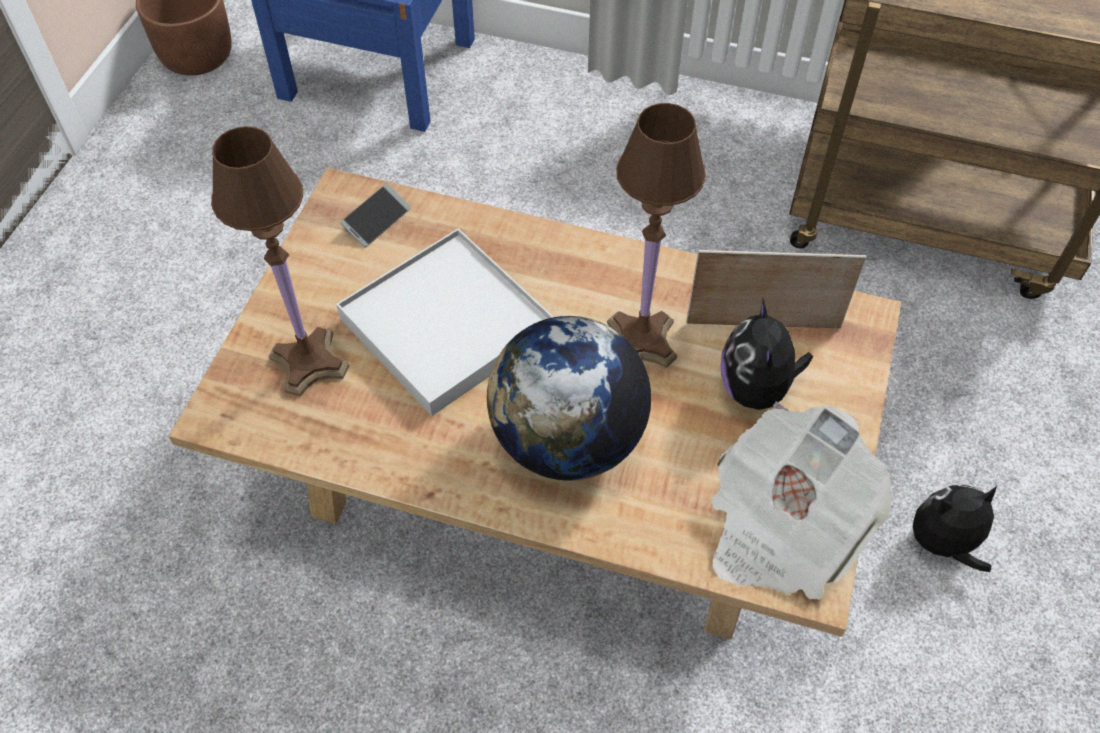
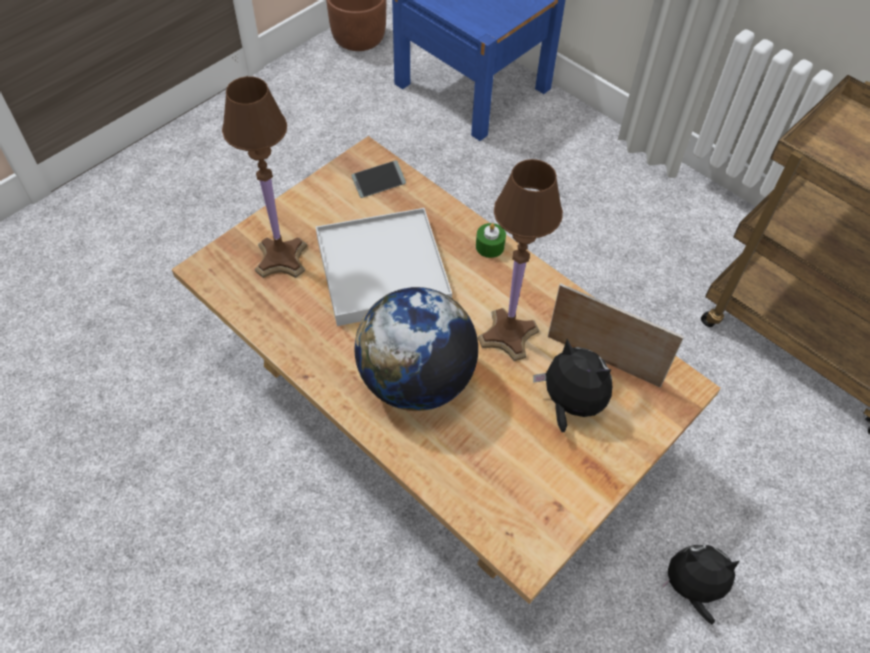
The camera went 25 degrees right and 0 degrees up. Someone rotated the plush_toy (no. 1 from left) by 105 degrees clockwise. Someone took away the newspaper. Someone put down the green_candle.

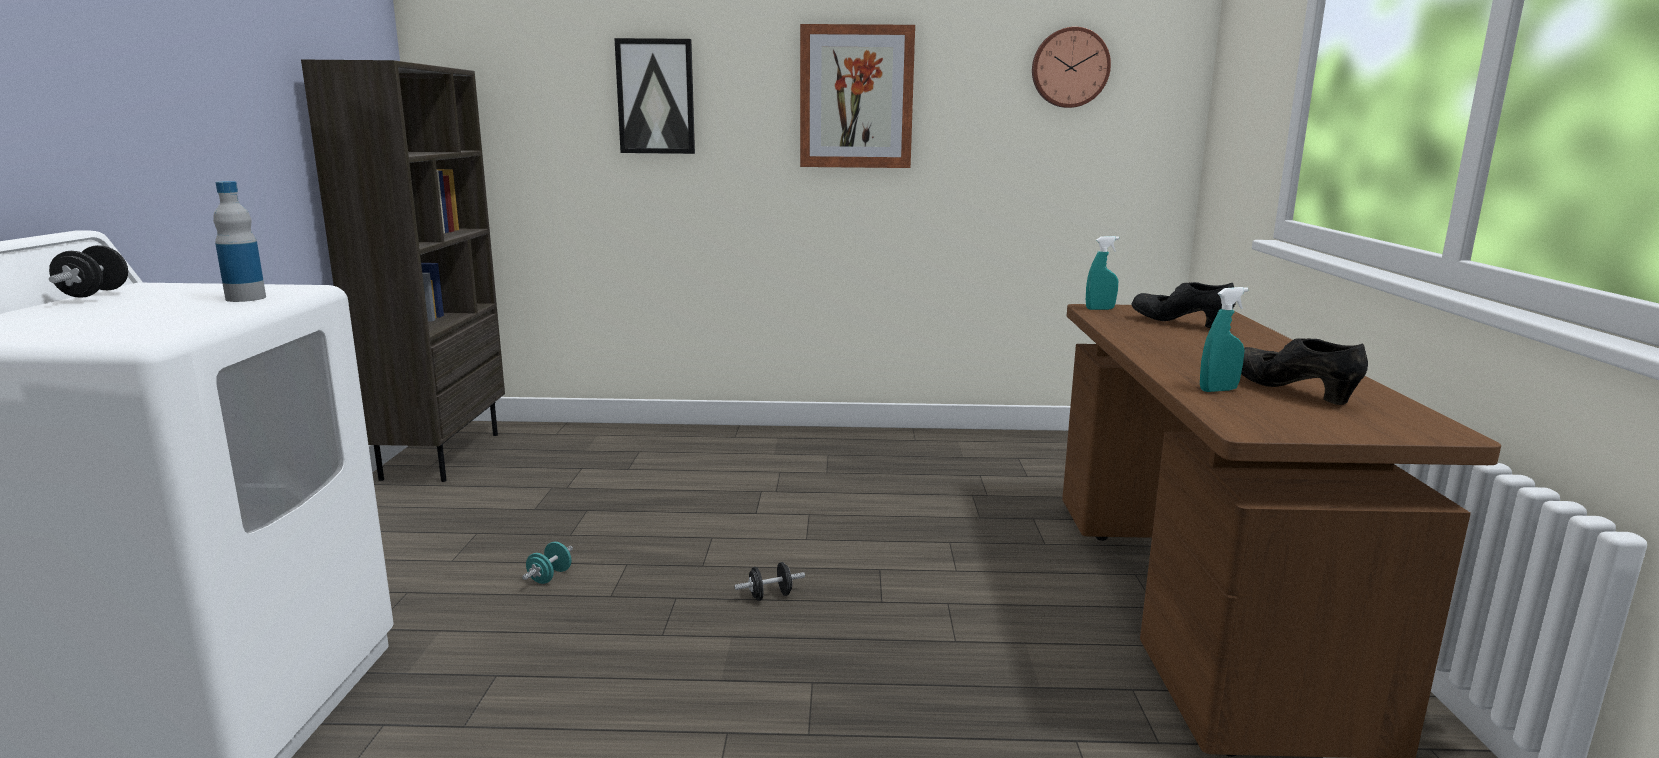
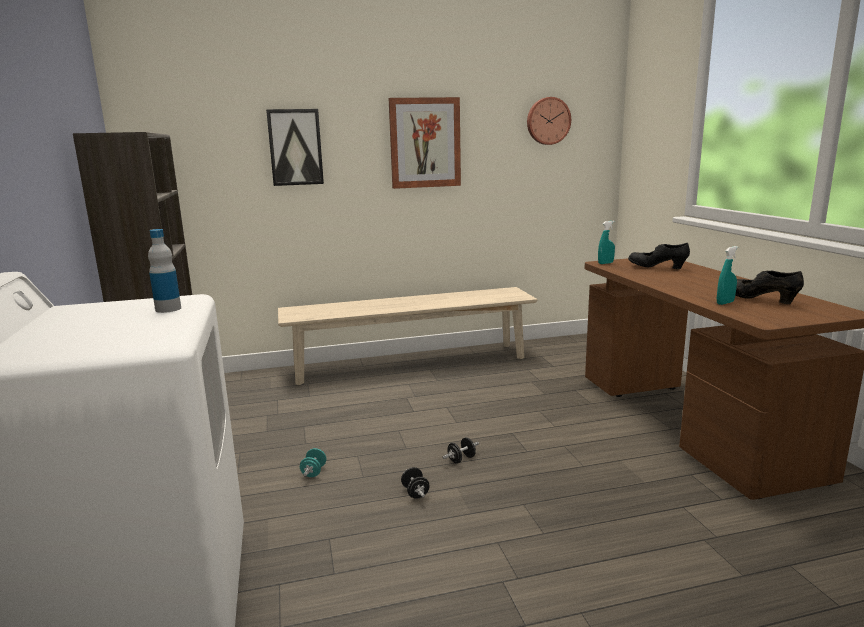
The camera went 15 degrees left and 0 degrees up. Someone carried the black_dumbbell (no. 1 from left). Someone put down the beige_bench.

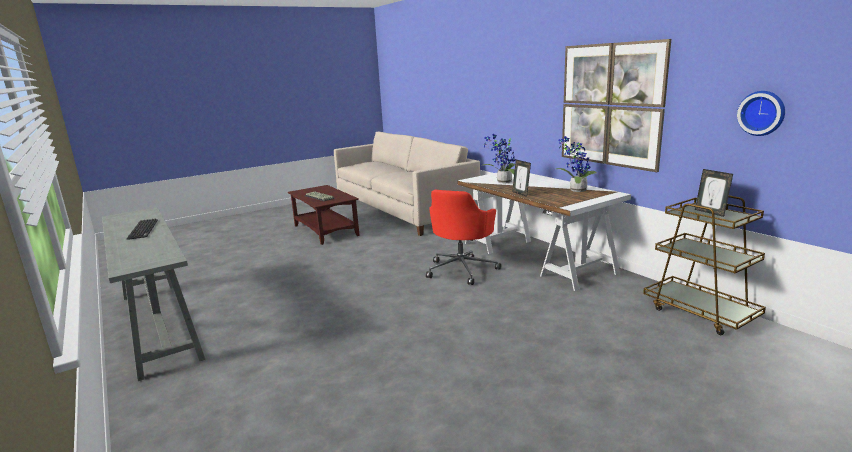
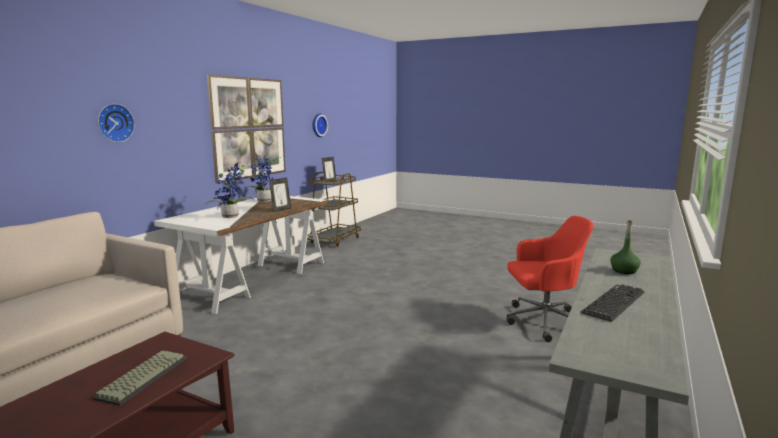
The camera went 120 degrees left and 5 degrees down. Someone carried the red_office_chair. Someone put up the wall_clock (no. 1 from left). Someone put down the green_bottle.

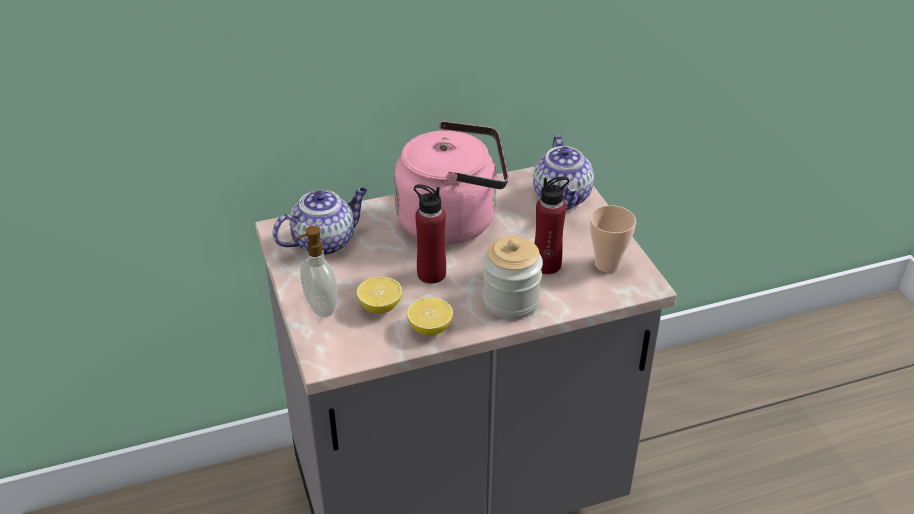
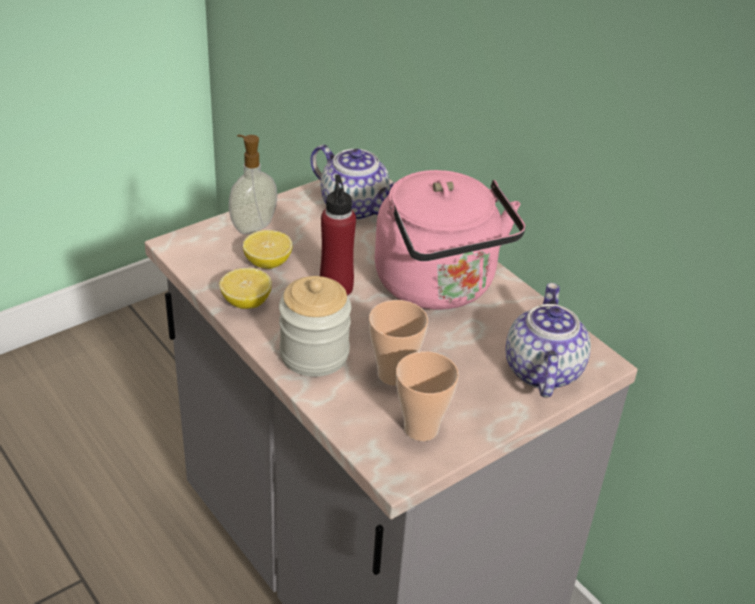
The camera went 70 degrees right and 0 degrees up. Someone rotated the teapot (no. 2 from left) by 120 degrees clockwise. Someone swapped the red_bottle (no. 2 from left) for the cup (no. 1 from left).

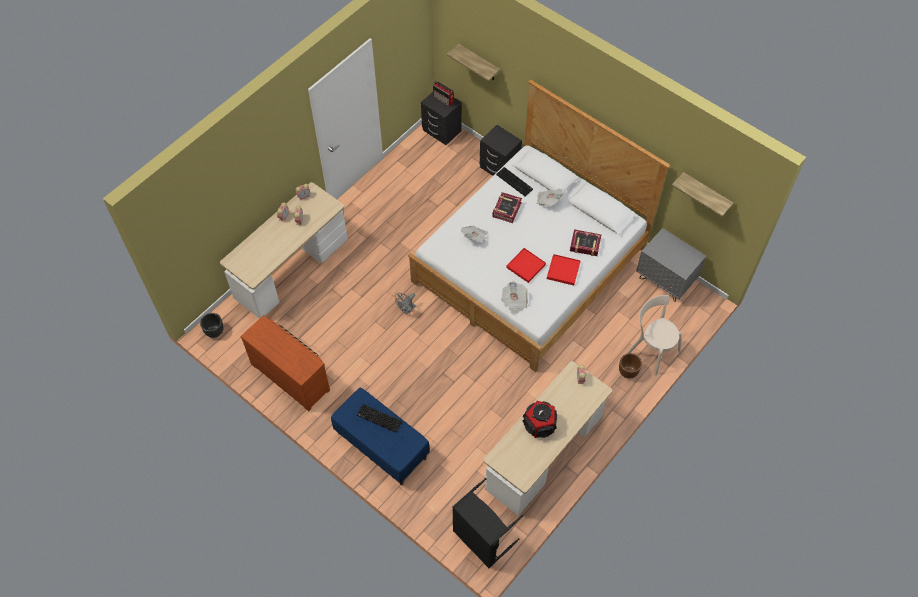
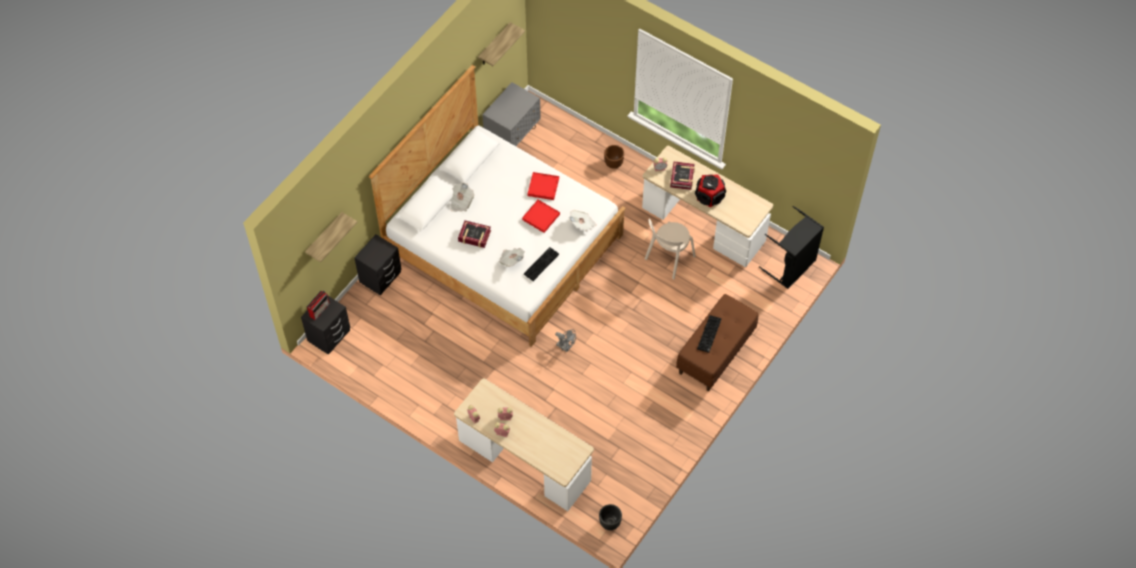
The camera went 95 degrees left and 0 degrees up. Someone carried the keyboard (no. 2 from left in the first image). Someone carried the book (no. 2 from left). Someone carried the beige_chair. Someone took away the brown_dresser. Someone repainted the blue_bench, which became the brown_bench.

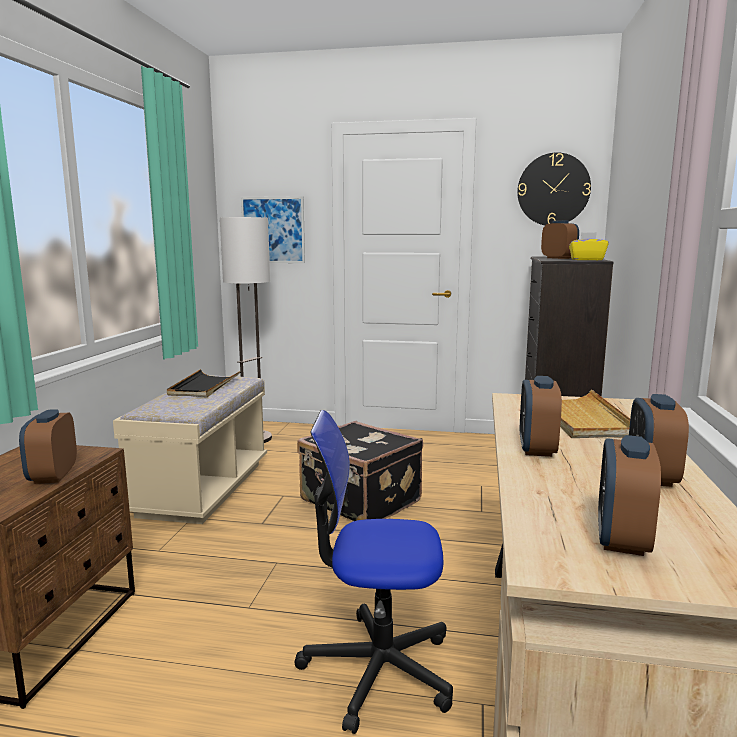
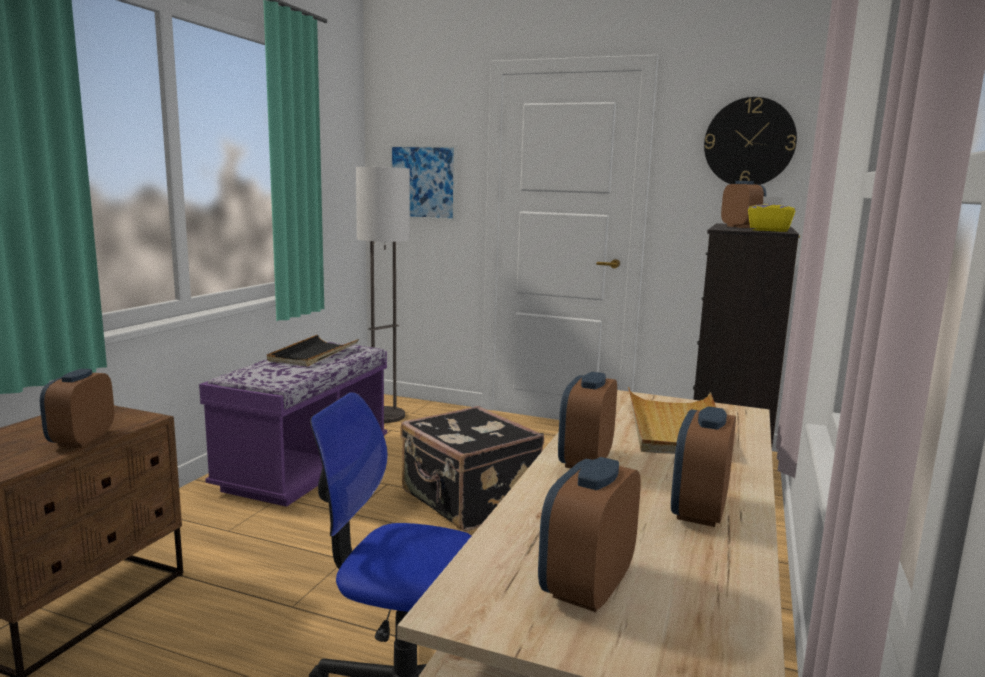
The camera went 10 degrees right and 0 degrees up. Someone repainted the beige_bench, which became the purple_bench.

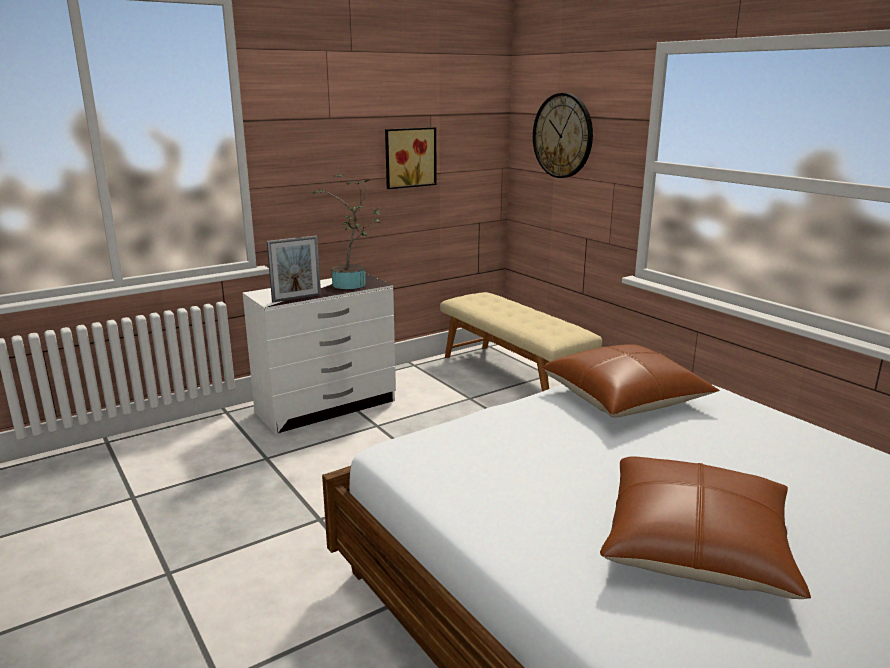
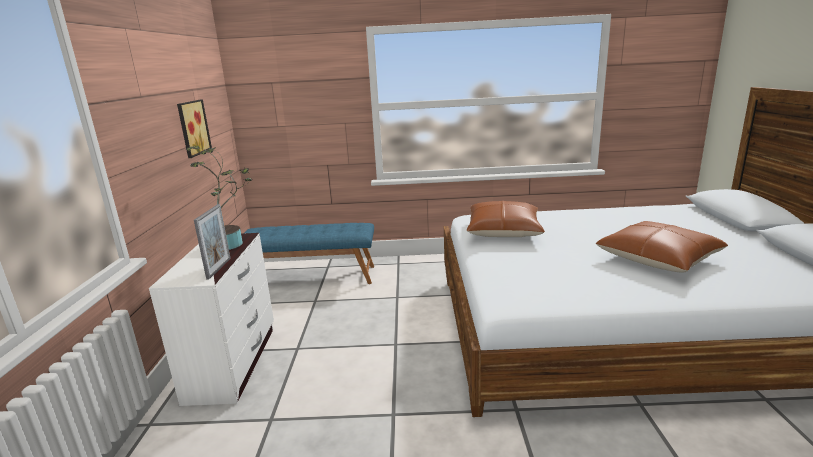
The camera went 55 degrees left and 0 degrees up. Someone took away the wall_clock. Someone repainted the beige_bench, which became the blue_bench.

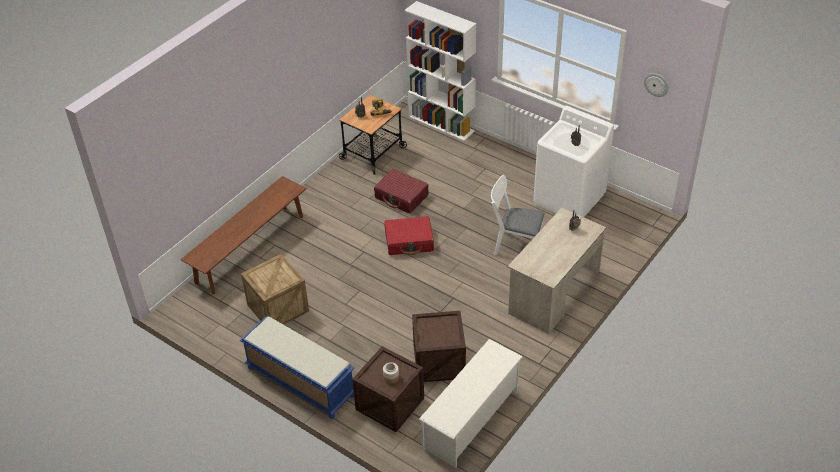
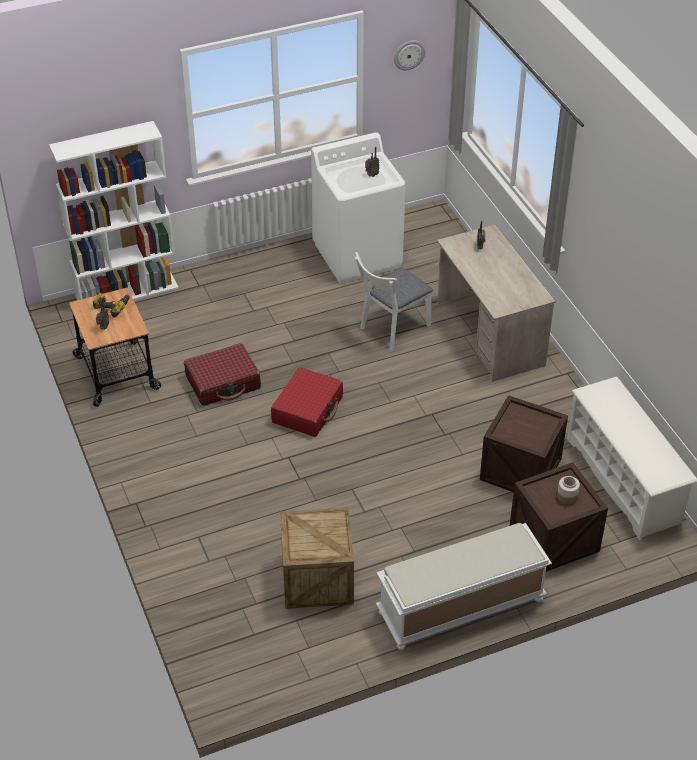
The camera went 60 degrees left and 0 degrees up. Someone took away the brown_bench. Someone repainted the blue_bench, which became the white_bench.

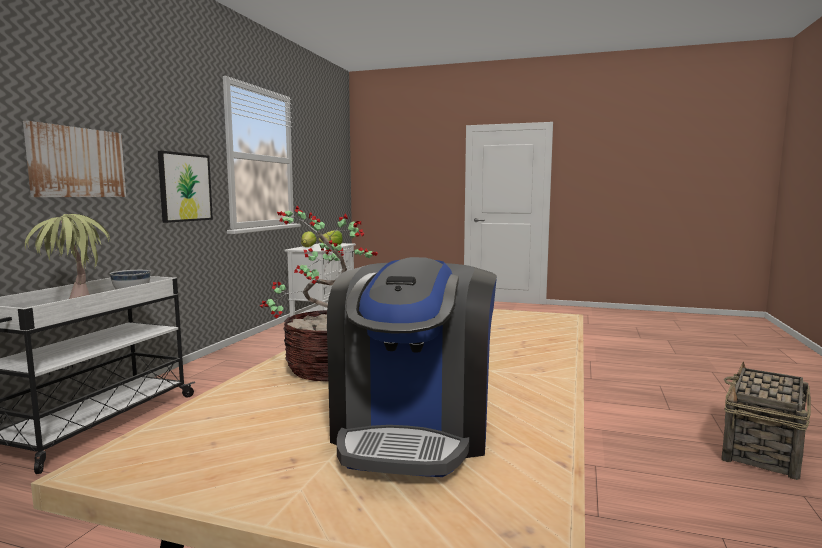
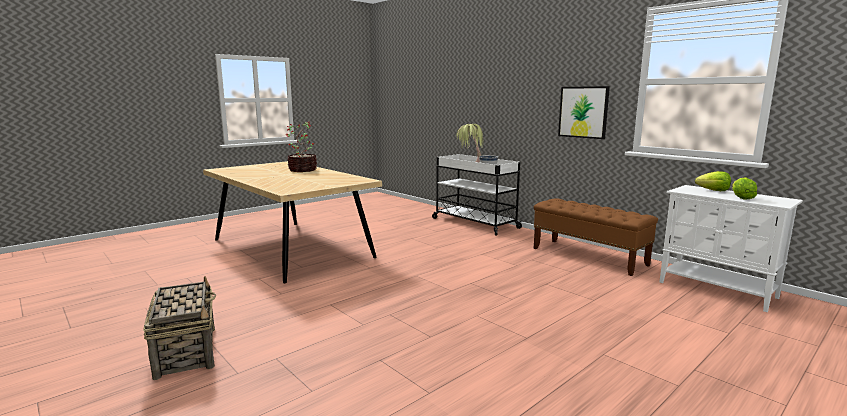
The camera went 120 degrees right and 5 degrees up. Someone took away the picture (no. 1 from left). Someone took away the coffee_machine. Someone put down the brown_bench.

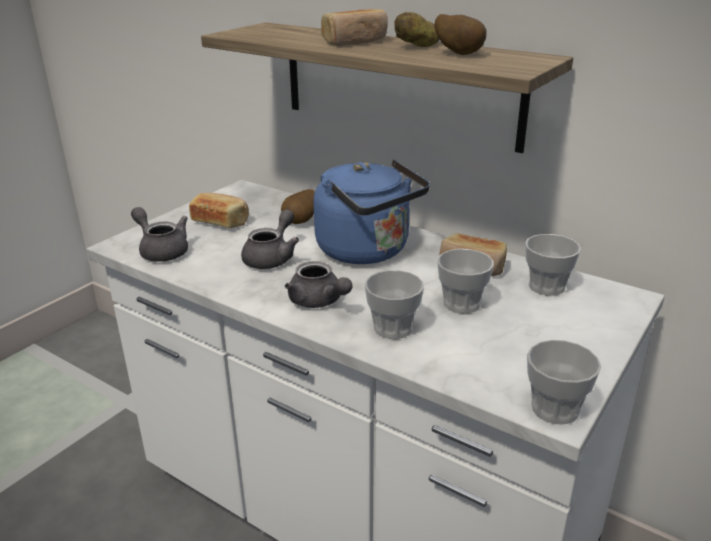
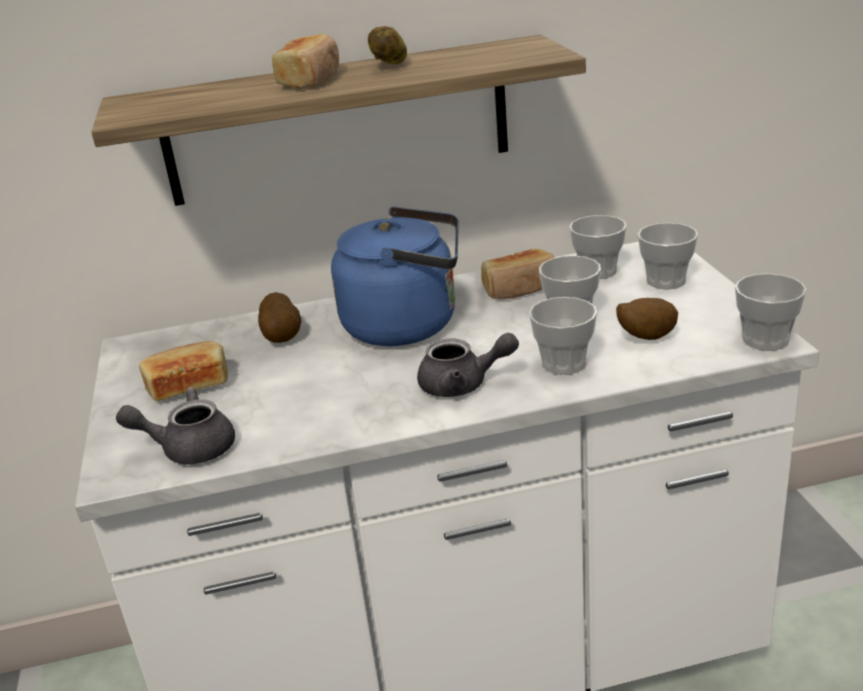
The camera went 45 degrees left and 0 degrees up. Someone carried the potato (no. 3 from left). Someone took away the grey_teapot (no. 2 from left). Someone put down the cup (no. 4 from left).

